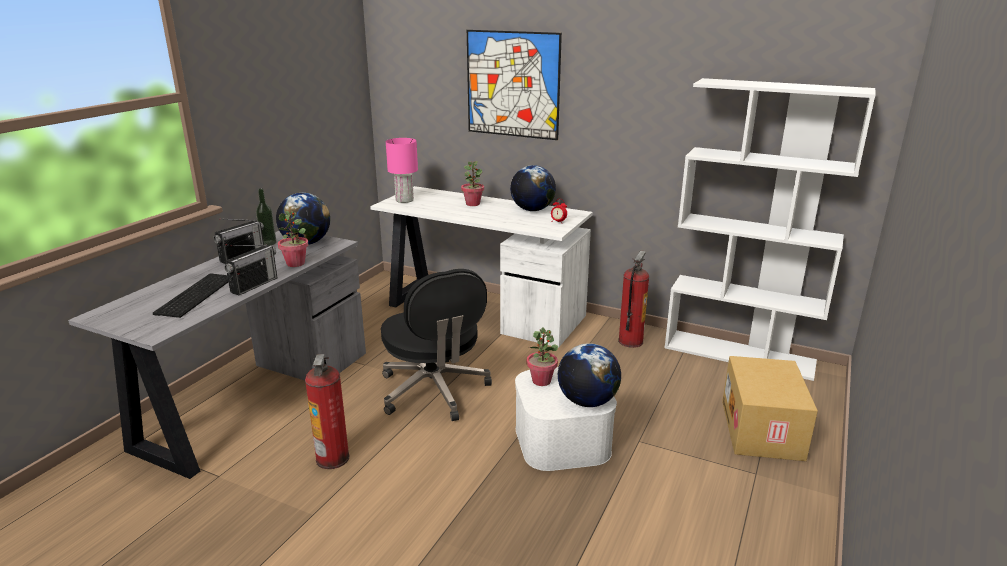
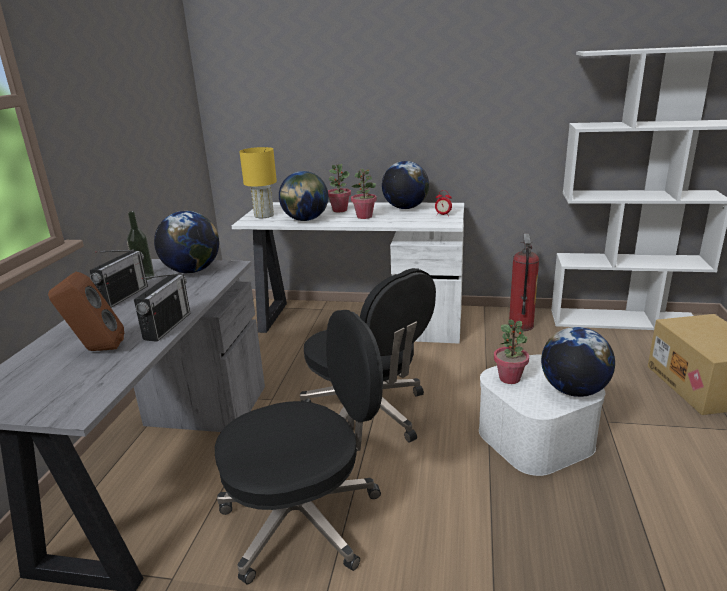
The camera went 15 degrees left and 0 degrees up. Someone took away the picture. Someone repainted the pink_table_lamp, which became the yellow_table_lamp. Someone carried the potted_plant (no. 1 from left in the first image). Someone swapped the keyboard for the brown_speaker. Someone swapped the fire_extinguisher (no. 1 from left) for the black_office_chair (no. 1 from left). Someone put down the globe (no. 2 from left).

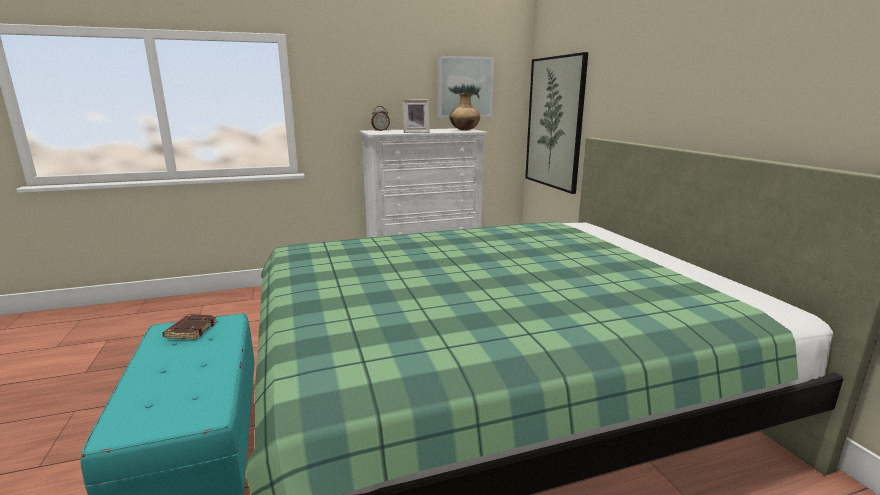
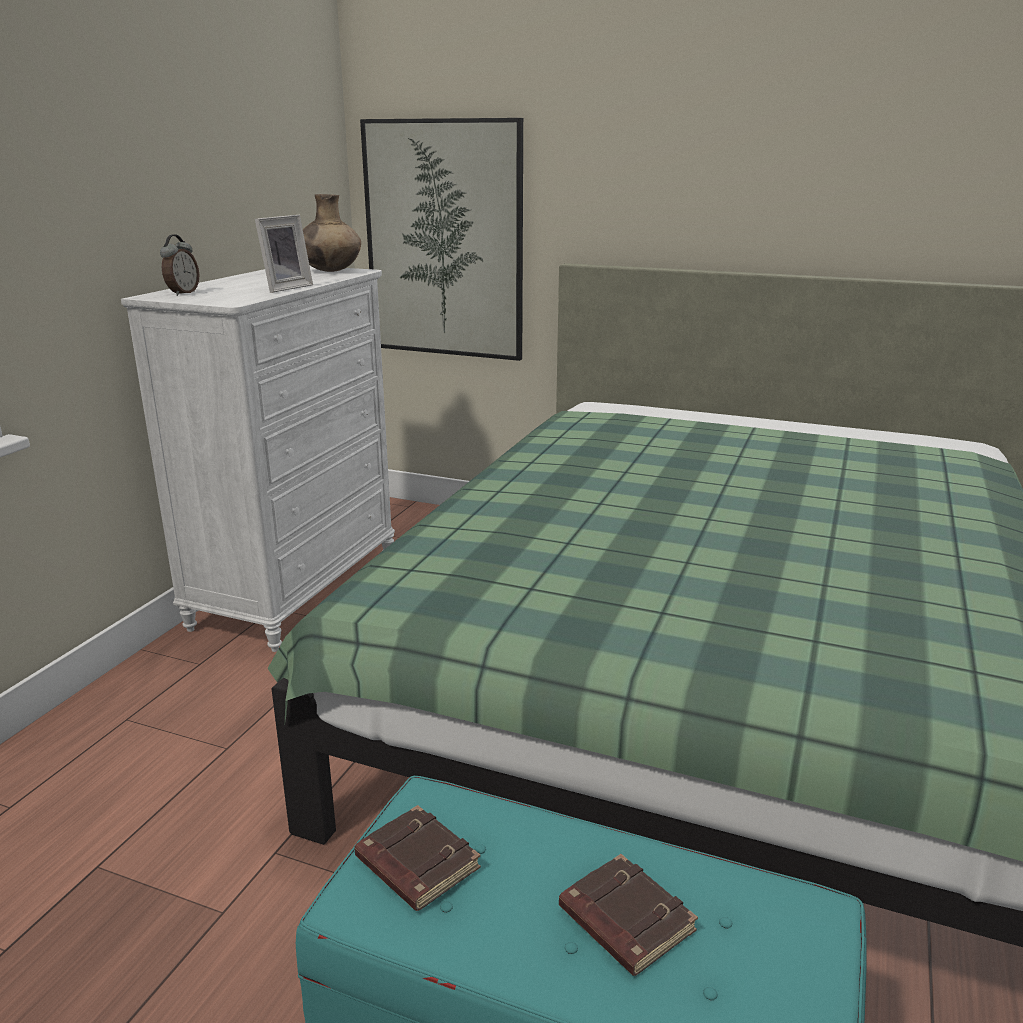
The camera went 50 degrees left and 5 degrees up. Someone took away the picture (no. 1 from left). Someone put down the brown_book (no. 2 from left).

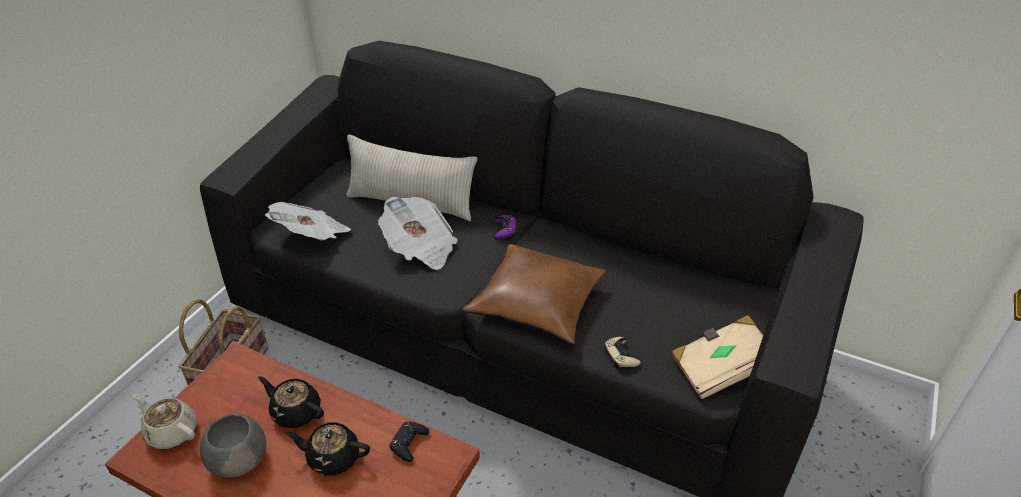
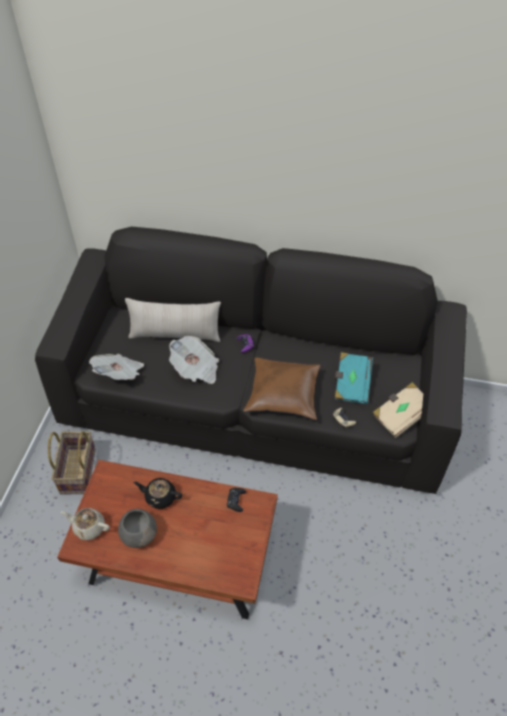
The camera went 15 degrees left and 10 degrees up. Someone took away the black_teapot (no. 2 from left). Someone put down the turquoise_book.

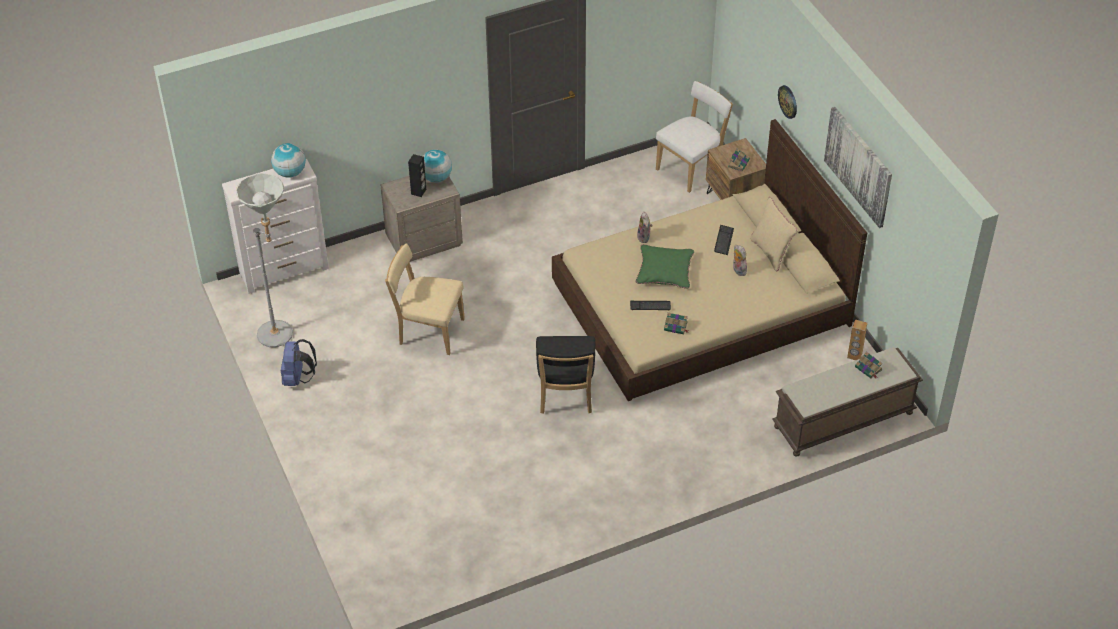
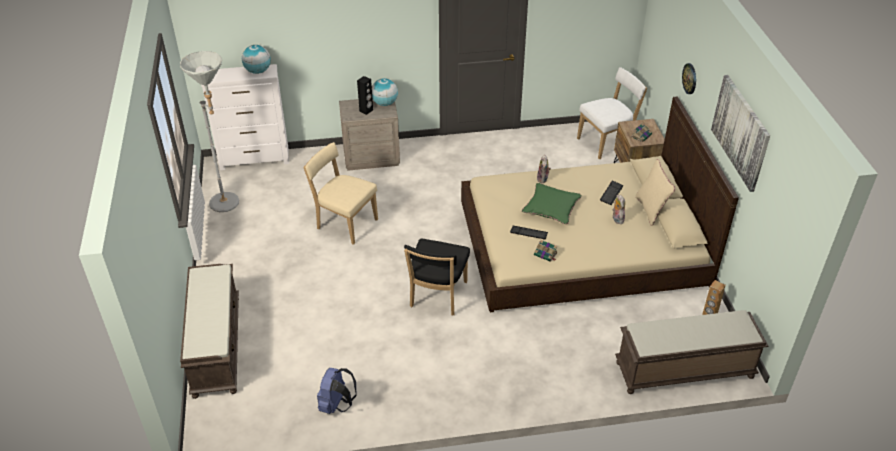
The camera went 15 degrees right and 5 degrees down. Someone carried the blue_backpack. Someone took away the book (no. 3 from left). Someone put down the brown_bench (no. 1 from left).

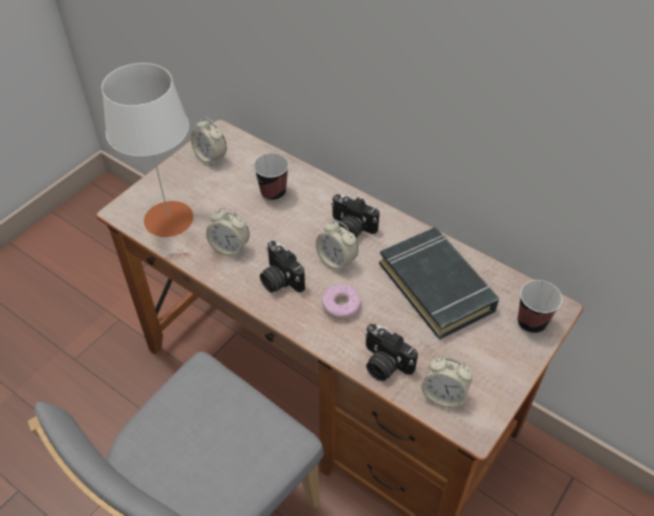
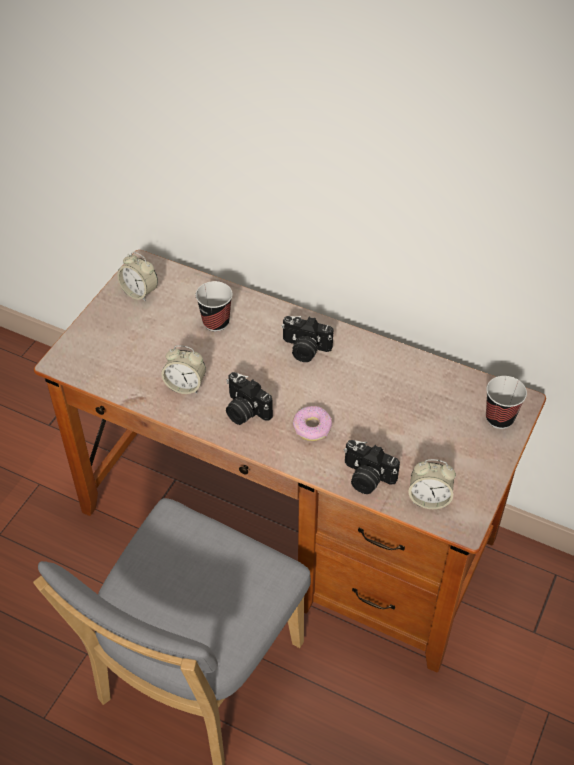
The camera went 10 degrees left and 0 degrees up. Someone took away the white_table_lamp. Someone took away the alarm_clock (no. 3 from left). Someone took away the black_book.

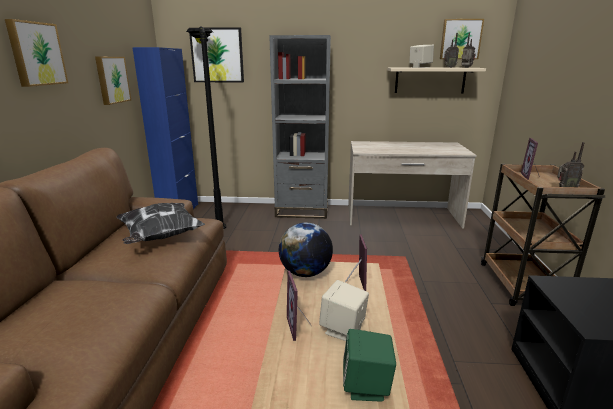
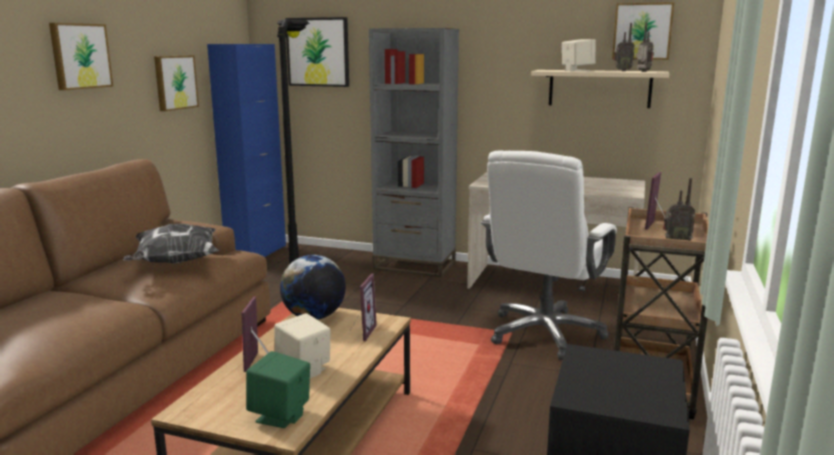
The camera went 15 degrees right and 5 degrees down. Someone put down the white_office_chair.

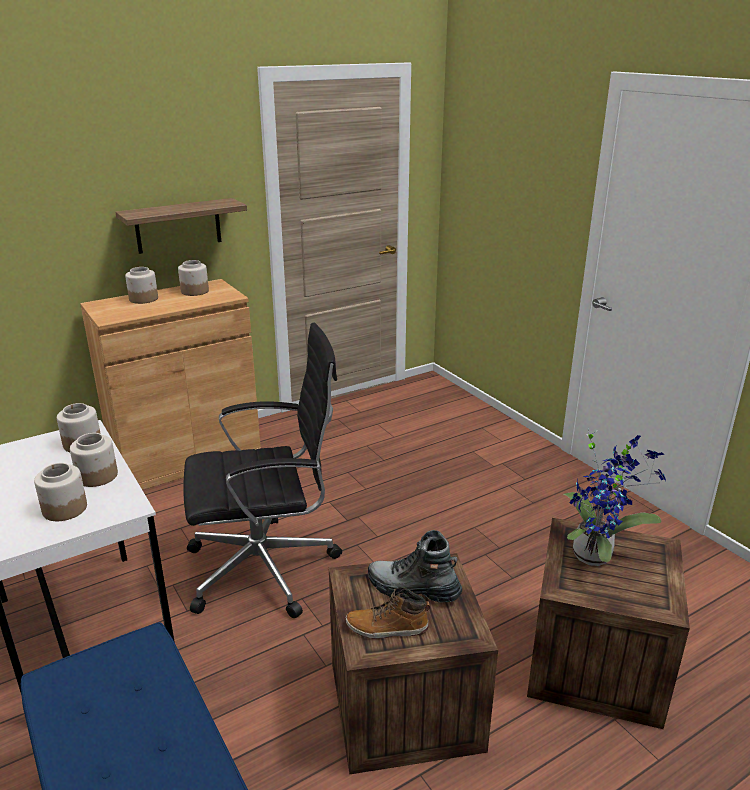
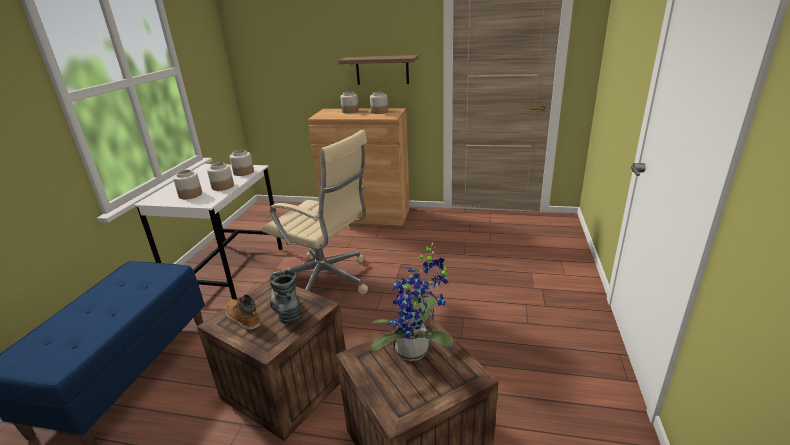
The camera went 45 degrees right and 0 degrees up. Someone repainted the black_office_chair, which became the beige_office_chair.

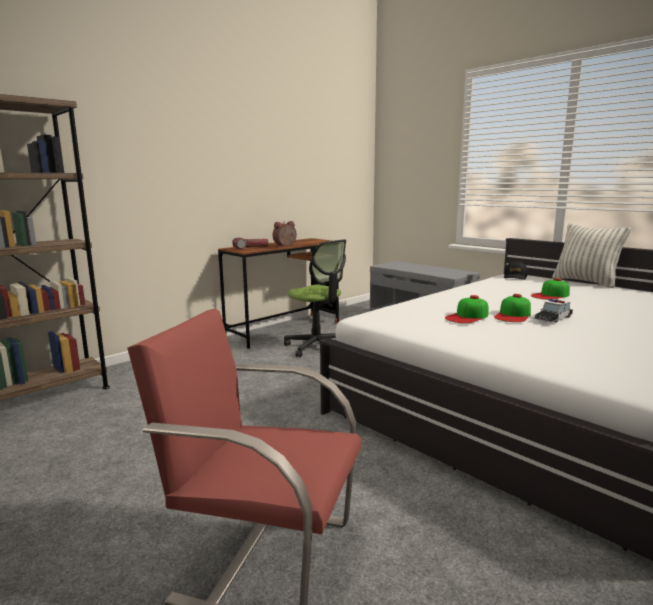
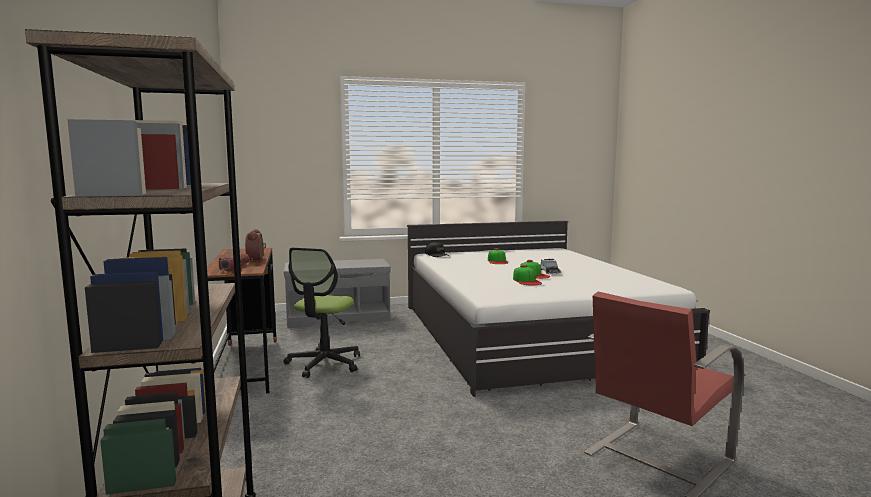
The camera went 60 degrees left and 5 degrees down. Someone took away the pillow. Someone rotated the office_chair by 120 degrees clockwise.

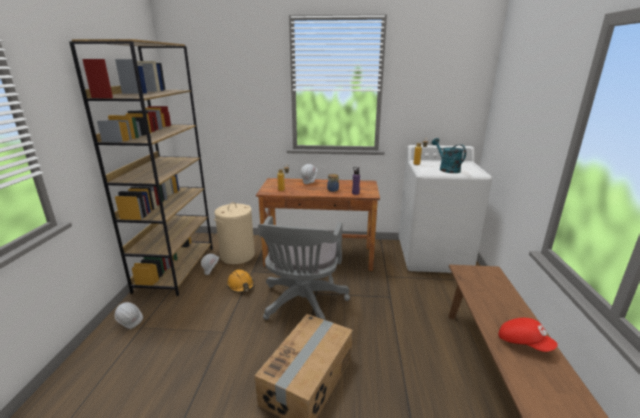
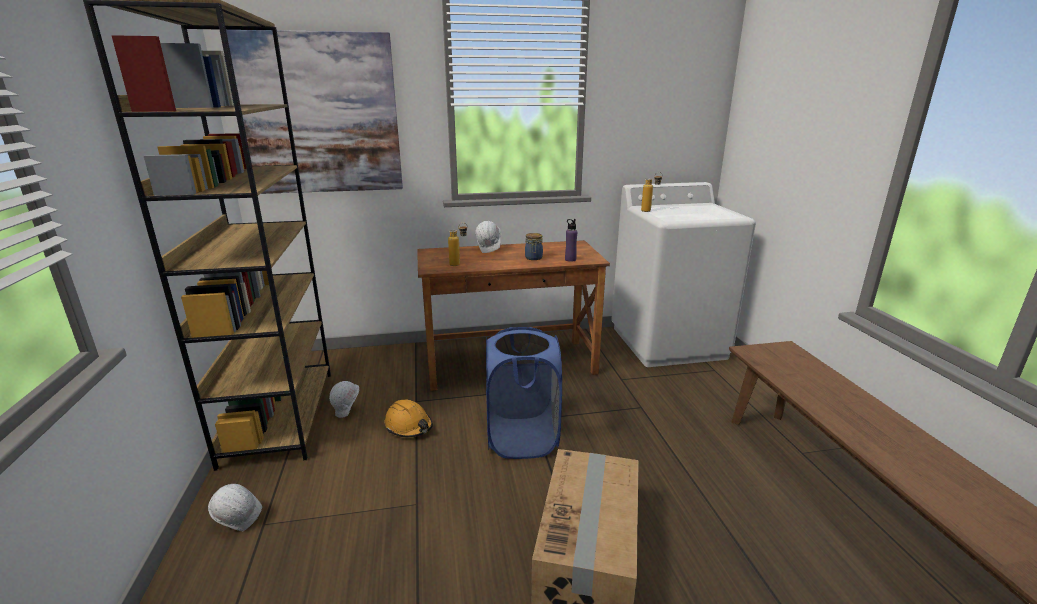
The camera went 15 degrees left and 0 degrees up. Someone took away the turquoise_watering_can. Someone took away the beige_laundry_basket. Someone swapped the grey_office_chair for the blue_laundry_basket. Someone took away the red_cap. Someone put up the picture.

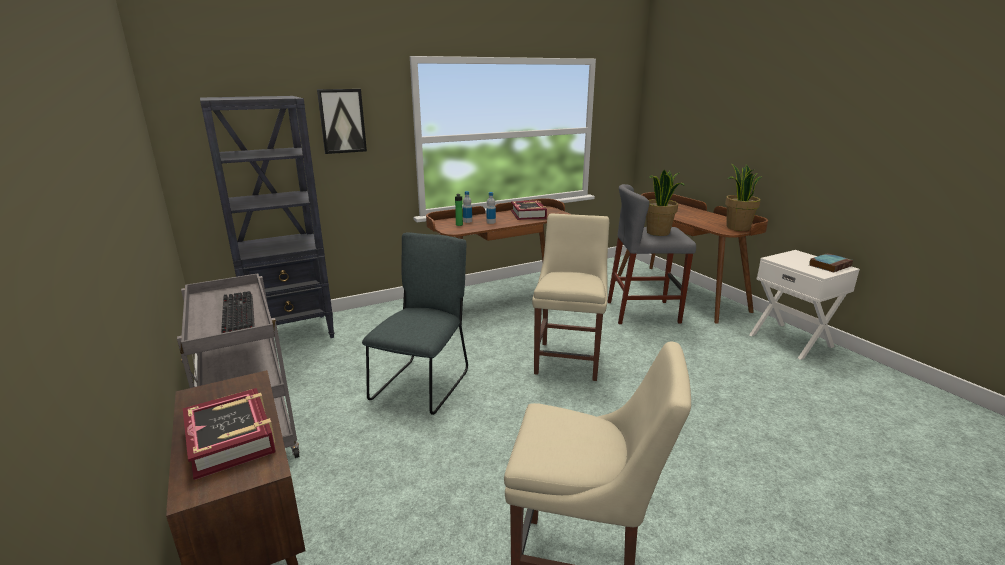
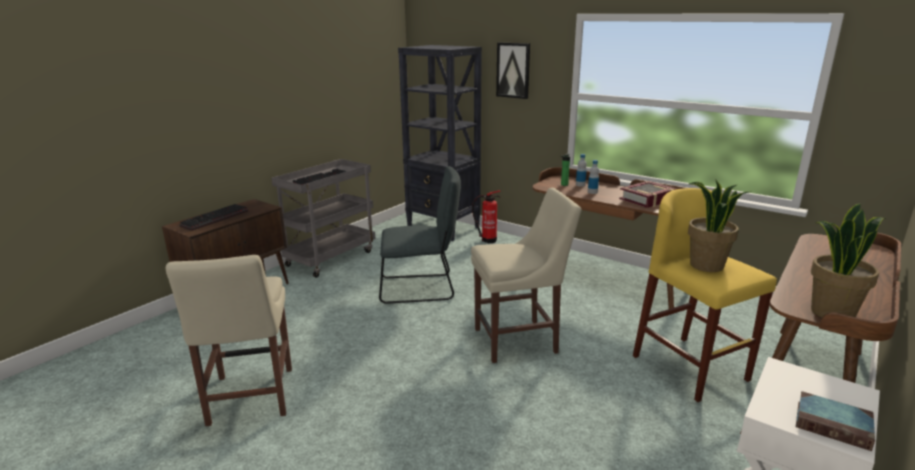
The camera went 65 degrees right and 0 degrees up. Someone repainted the grey_stool, which became the yellow_stool. Someone swapped the book (no. 1 from left) for the keyboard (no. 1 from left). Someone put down the fire_extinguisher.

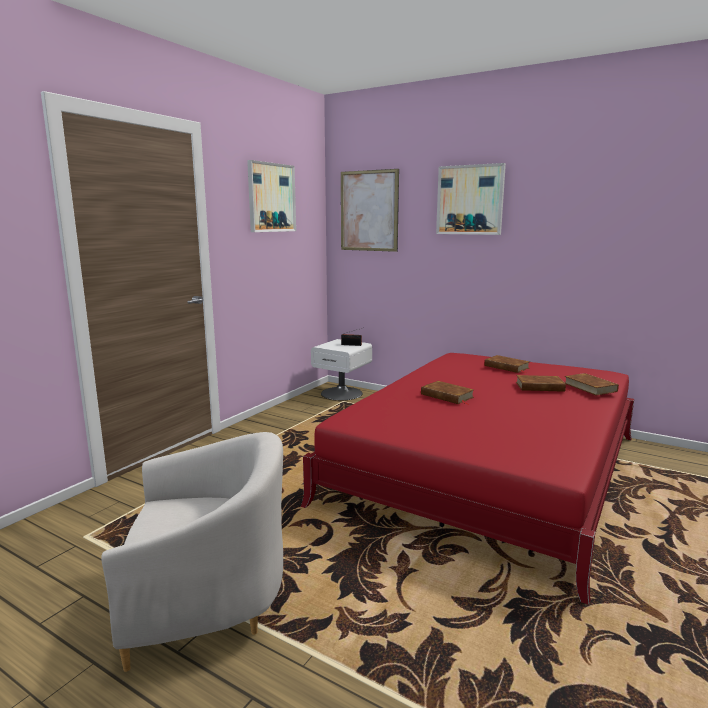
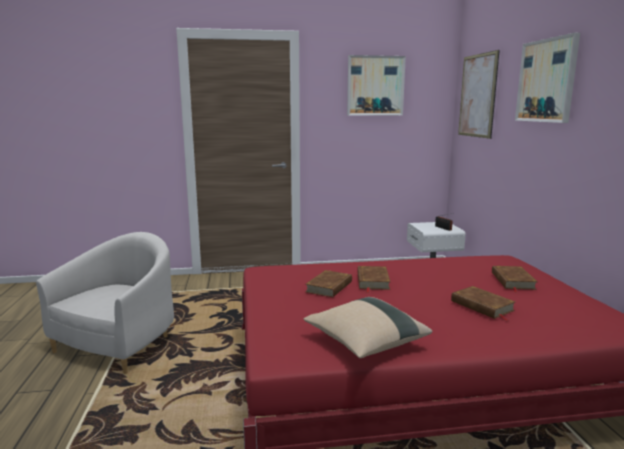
The camera went 50 degrees right and 0 degrees up. Someone carried the brown_book (no. 4 from left in the first image). Someone rotated the white_armchair by 105 degrees counterclockwise. Someone put down the beige_pillow.

